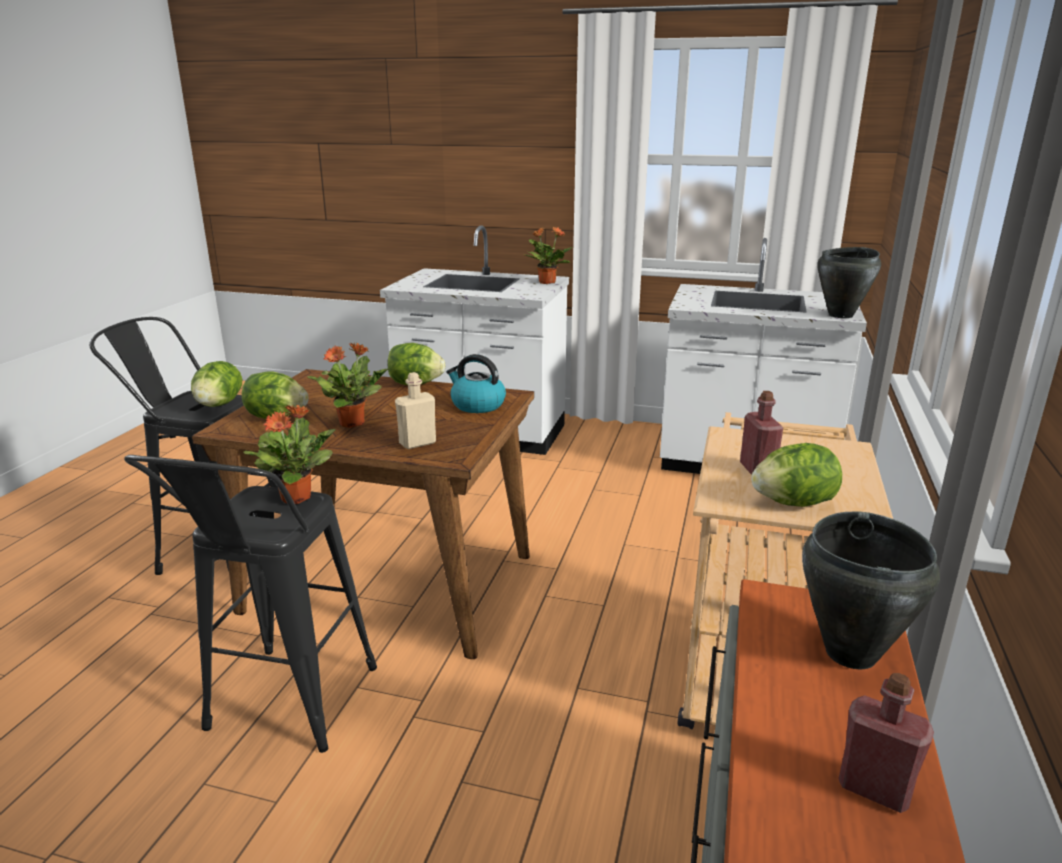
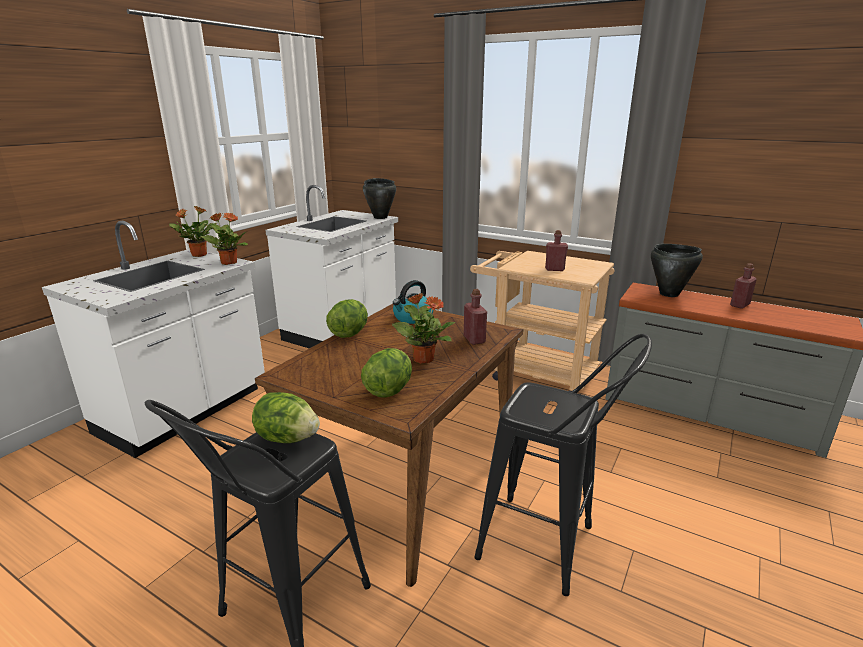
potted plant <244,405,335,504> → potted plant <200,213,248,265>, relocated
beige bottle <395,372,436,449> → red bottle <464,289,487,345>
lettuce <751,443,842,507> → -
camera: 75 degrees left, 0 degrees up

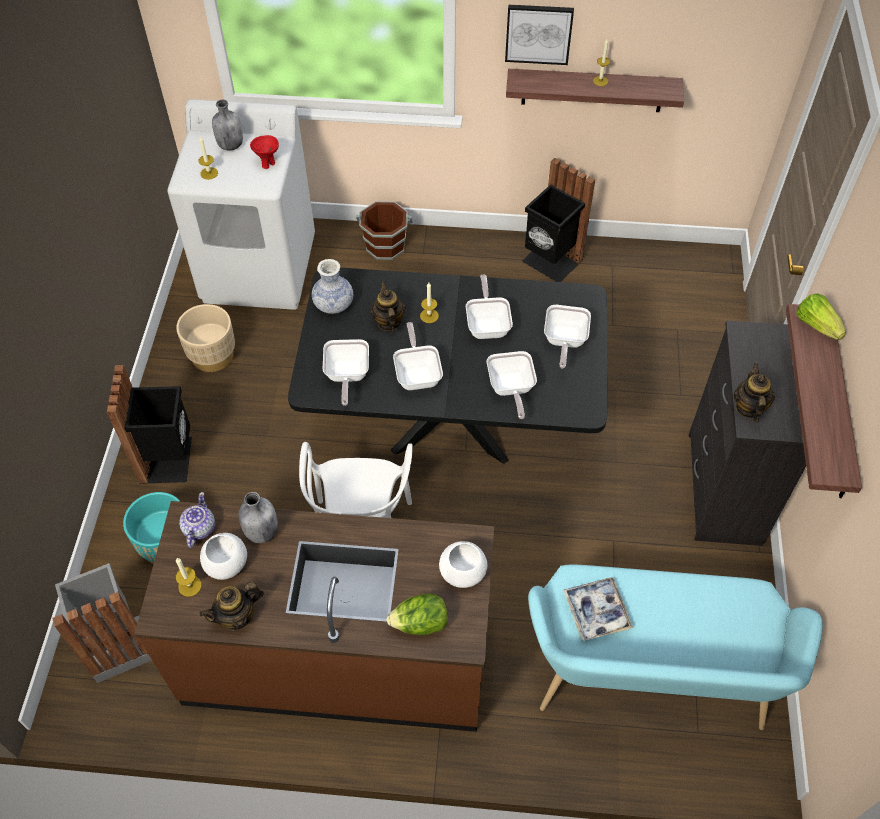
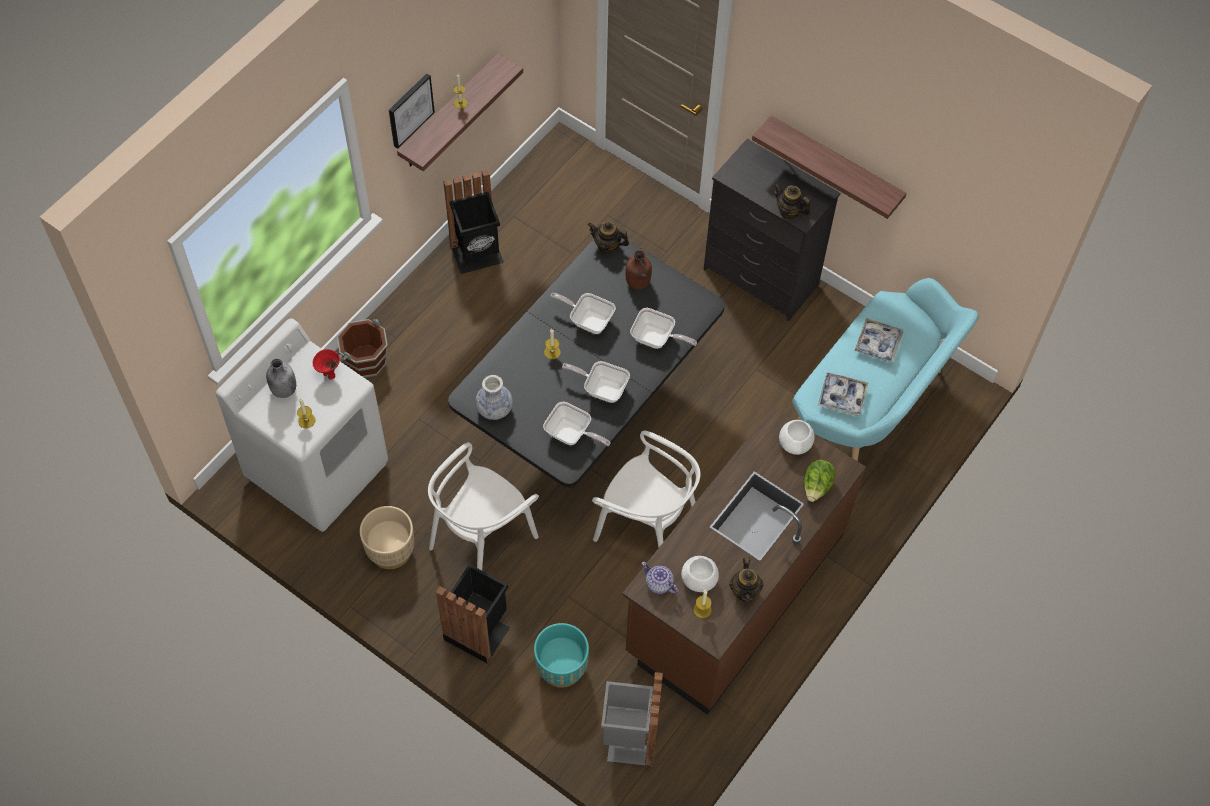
- → white chair <428,442,539,570>
teapot <370,282,406,332> → teapot <588,221,629,254>, relocated
frying pan <544,305,591,368> → brown bottle <625,250,652,289>
- → tray <854,318,903,363>
grey bottle <238,492,278,543> → -
lettuce <796,293,846,340> → -
camera: 60 degrees left, 5 degrees up

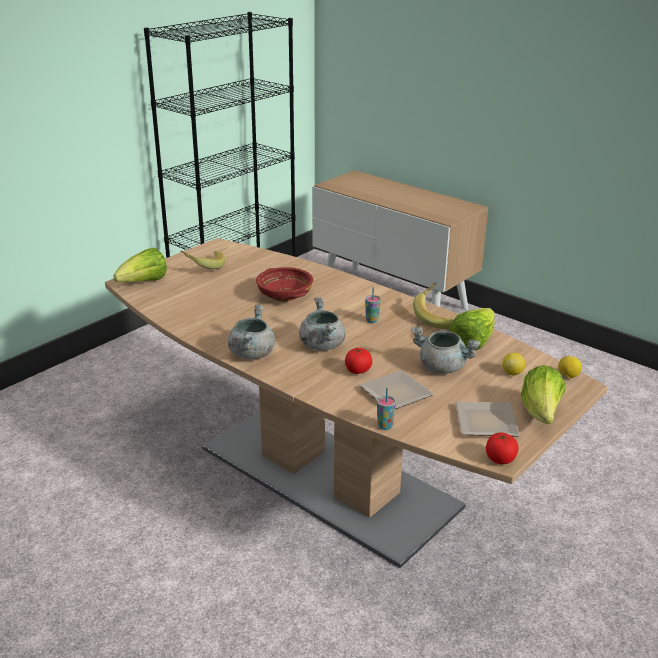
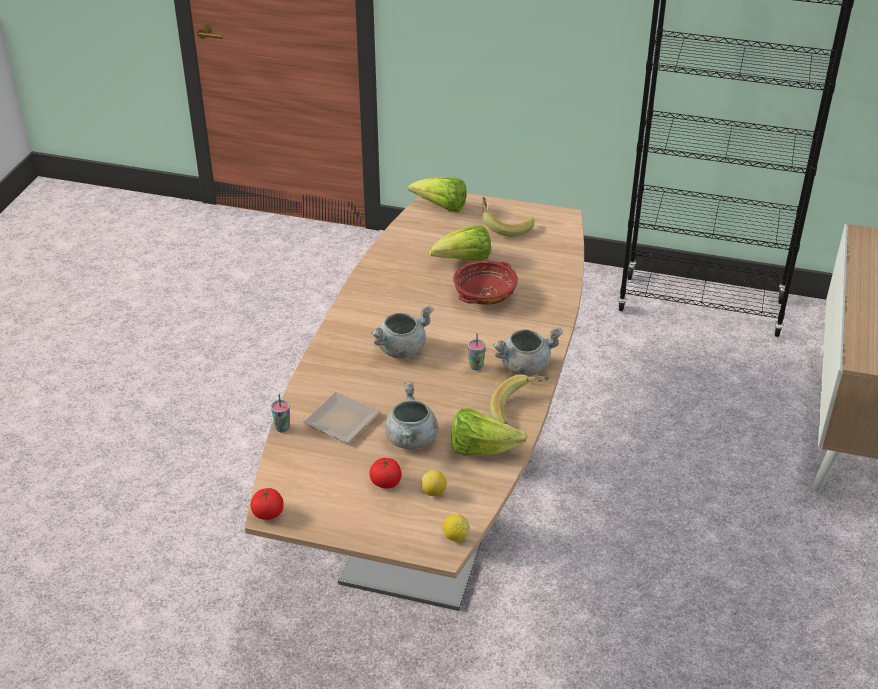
tomato <345,347,372,374> → tomato <369,458,402,489>, relocated
lettuce <521,365,565,424> → lettuce <429,225,491,261>, relocated
grey cooking pot <228,305,275,359> → grey cooking pot <493,327,563,376>, relocated
plate <456,402,520,437> → -
camera: 65 degrees right, 10 degrees up

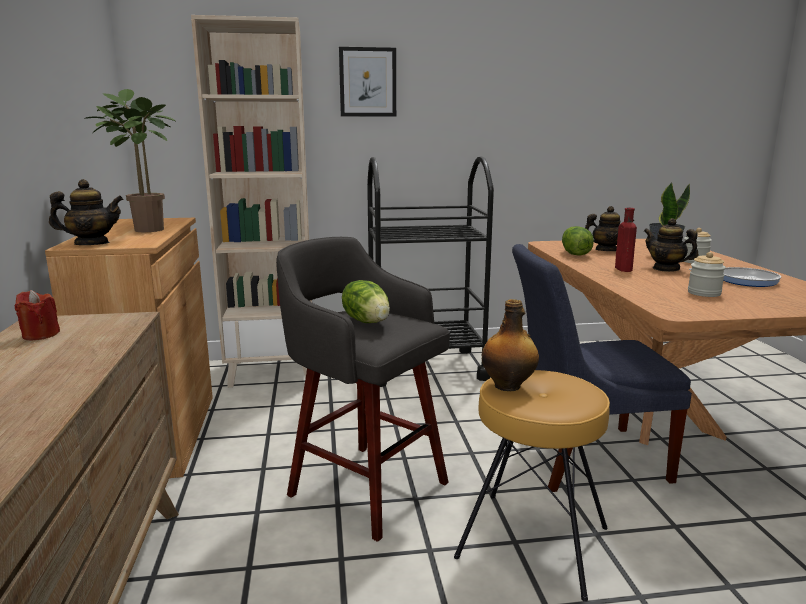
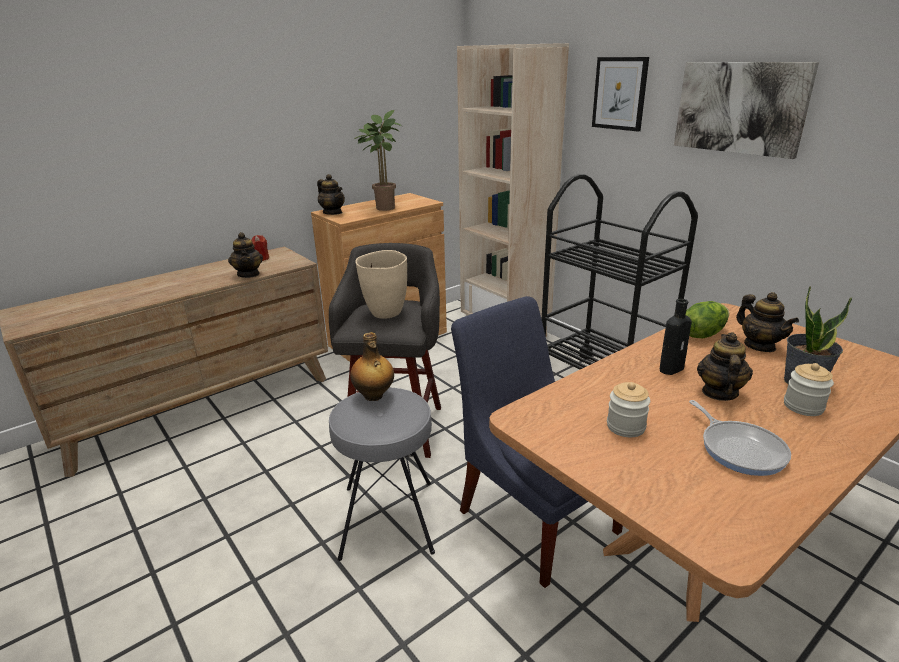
- → teapot <228,232,263,278>
brown stool <454,370,610,602> → grey stool <329,387,435,561>
lettuce <342,280,390,323> → beige vase <355,250,407,319>
red bottle <615,208,637,272> → black bottle <660,299,692,375>
- → picture <674,62,819,159>
camera: 60 degrees right, 10 degrees up

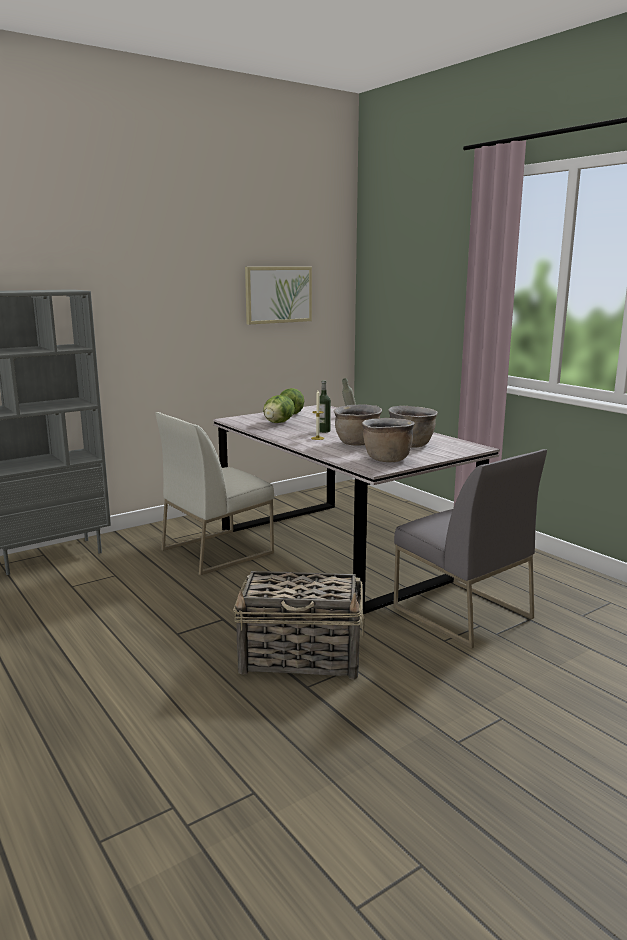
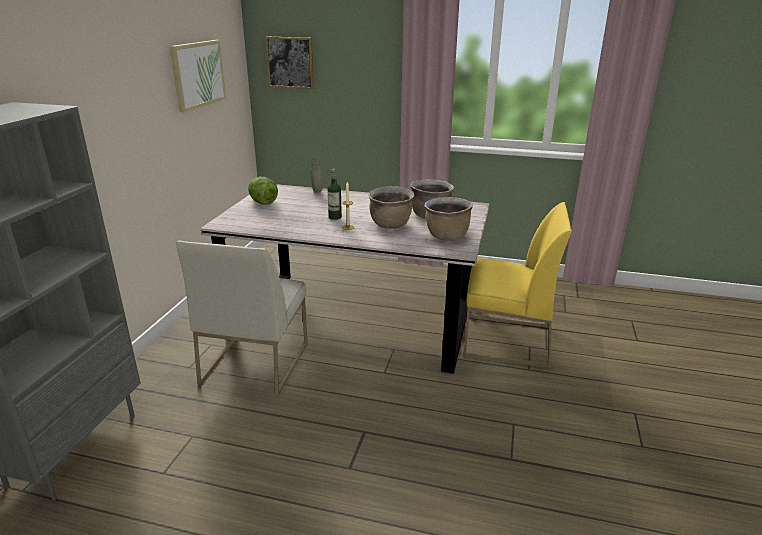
- → picture <265,37,314,89>
grey chair <393,449,547,649> → yellow chair <463,202,572,368>
basket <233,571,364,680> → -
lettuce <263,395,295,423> → -
camera: 40 degrees left, 10 degrees up

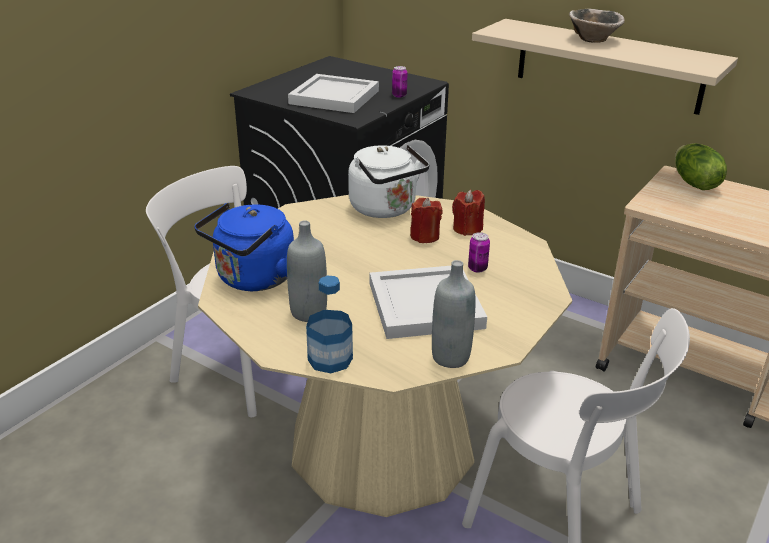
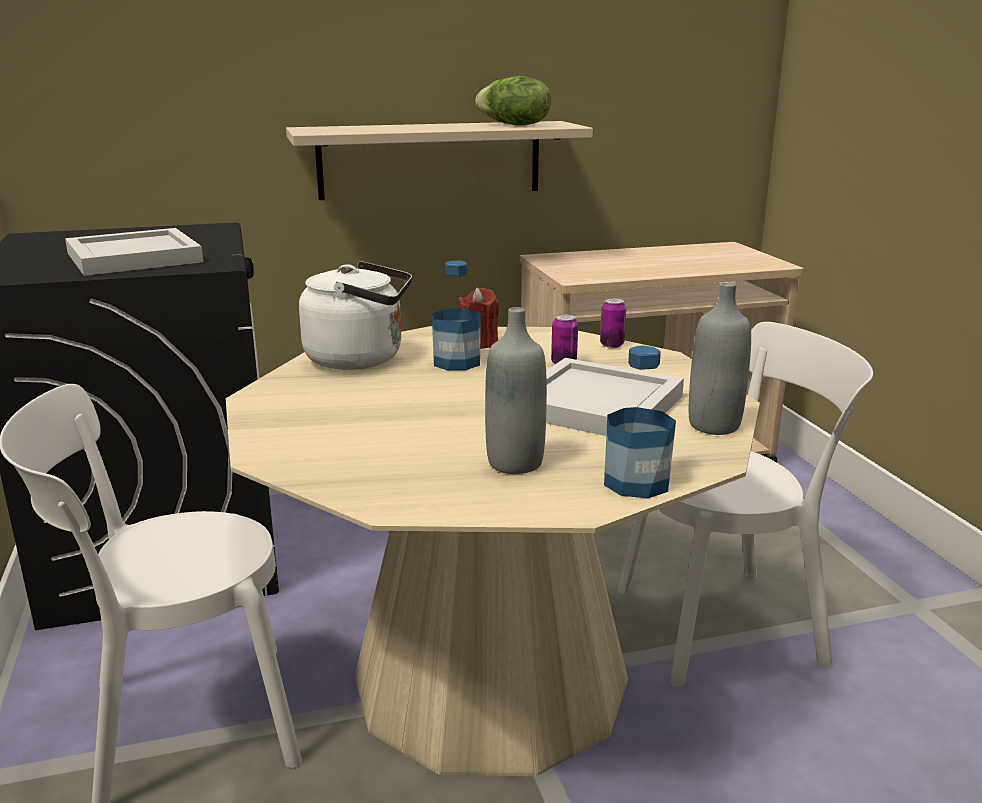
red candle <410,198,442,243> → bottle <432,260,481,370>
lettuce <675,143,727,190> → lettuce <475,76,551,125>, relocated
can <392,66,408,98> → can <600,298,626,348>, relocated
blue kettle <194,203,294,291> → -
bowl <569,9,625,43> → -
camera: 50 degrees left, 10 degrees down

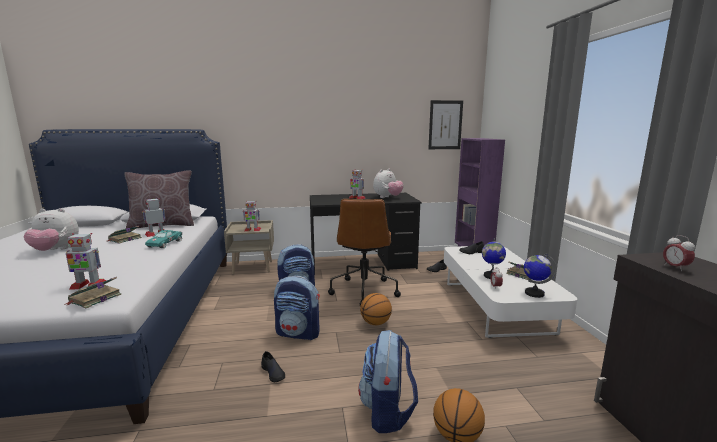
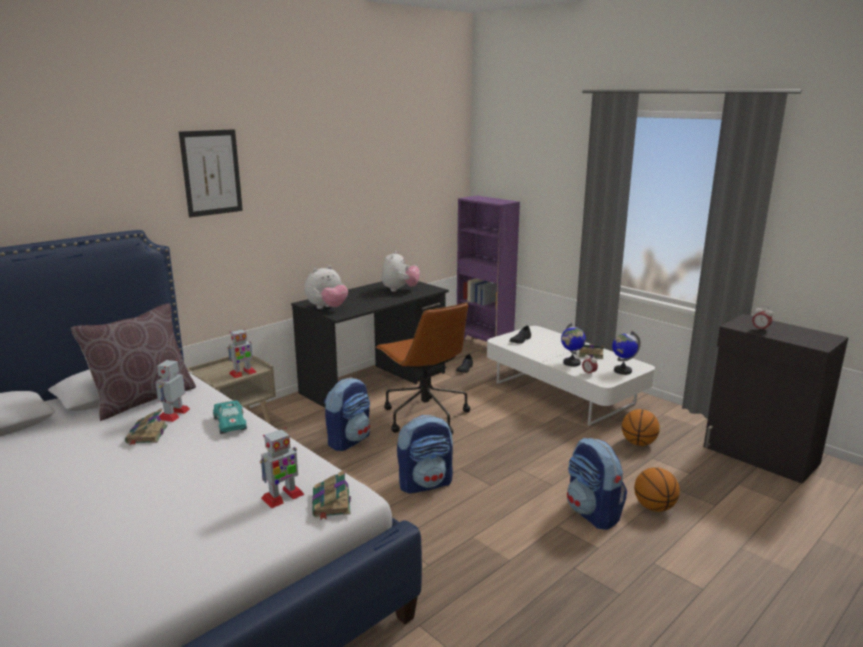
picture <428,100,463,149> → picture <179,129,243,218>, relocated
plush toy <24,208,79,251> → plush toy <305,265,348,309>, relocated
basketball <360,293,392,325> → basketball <622,409,660,446>, relocated
black shoe <261,351,285,382> → -
toy robot <349,169,365,199> → -
camera: 35 degrees left, 5 degrees up

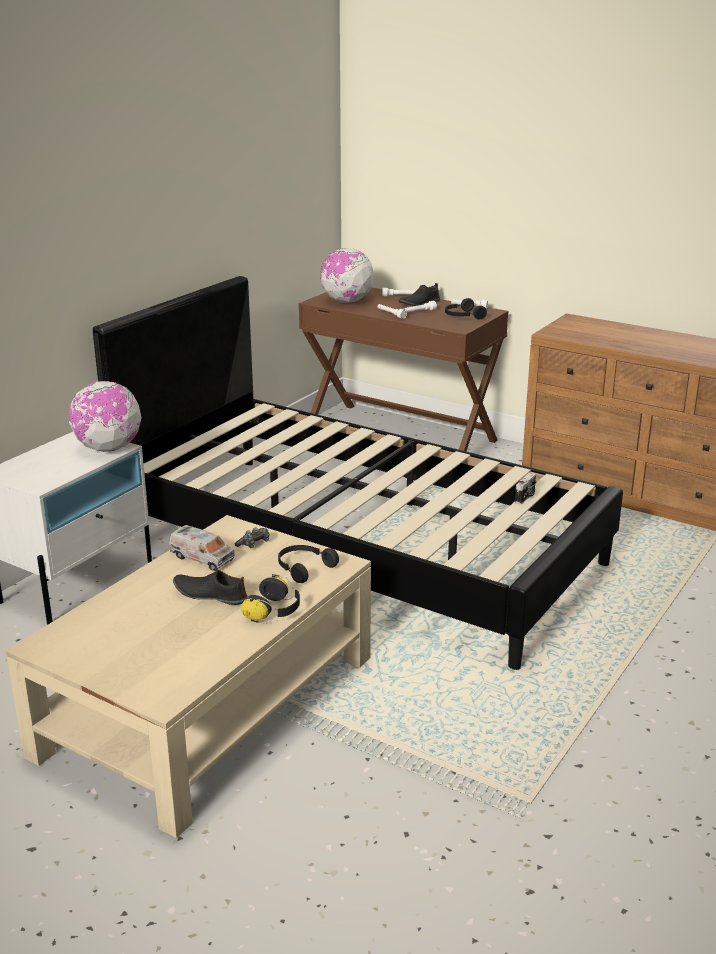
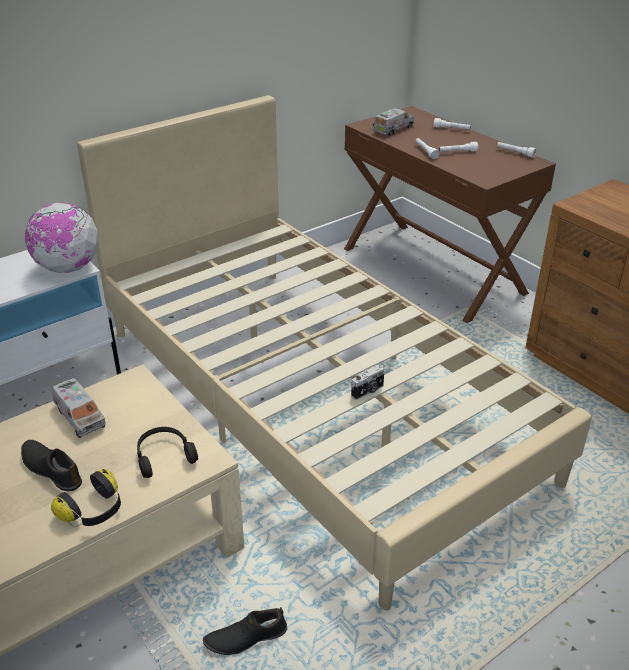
black bed <93,276,623,670> → beige bed <77,95,592,610>
black shoe <399,283,440,306> → black shoe <203,607,287,655>, relocated
photo camera <515,472,536,504> → photo camera <351,365,384,400>, relocated
globe <320,248,374,303> → toy truck <372,109,414,136>
game controller <235,528,269,548> → -
black headphones <445,298,487,319> → -
camera: 20 degrees right, 10 degrees up

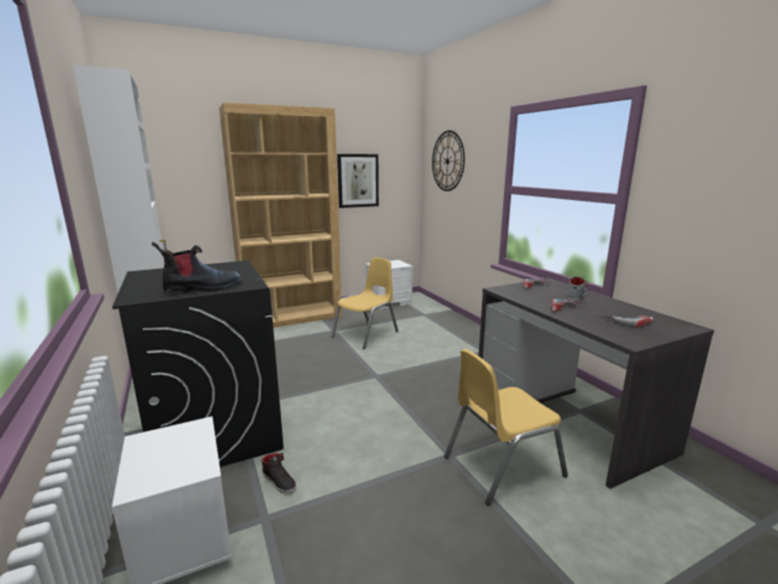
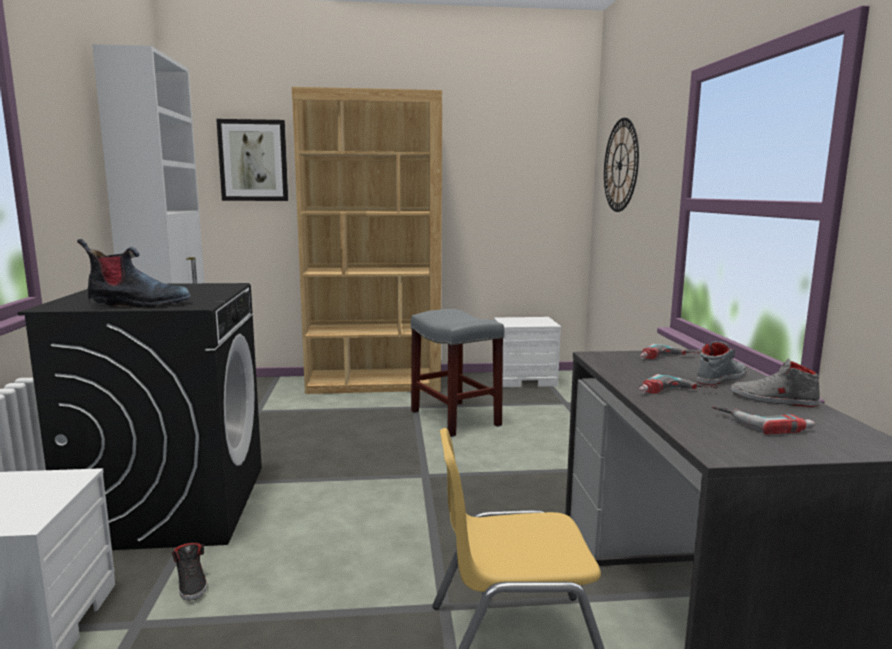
picture <337,154,379,208> → picture <216,119,288,201>, relocated
yellow chair <331,258,398,349> → grey stool <410,309,504,437>
- → grey shoe <731,358,820,407>
camera: 20 degrees right, 5 degrees down

